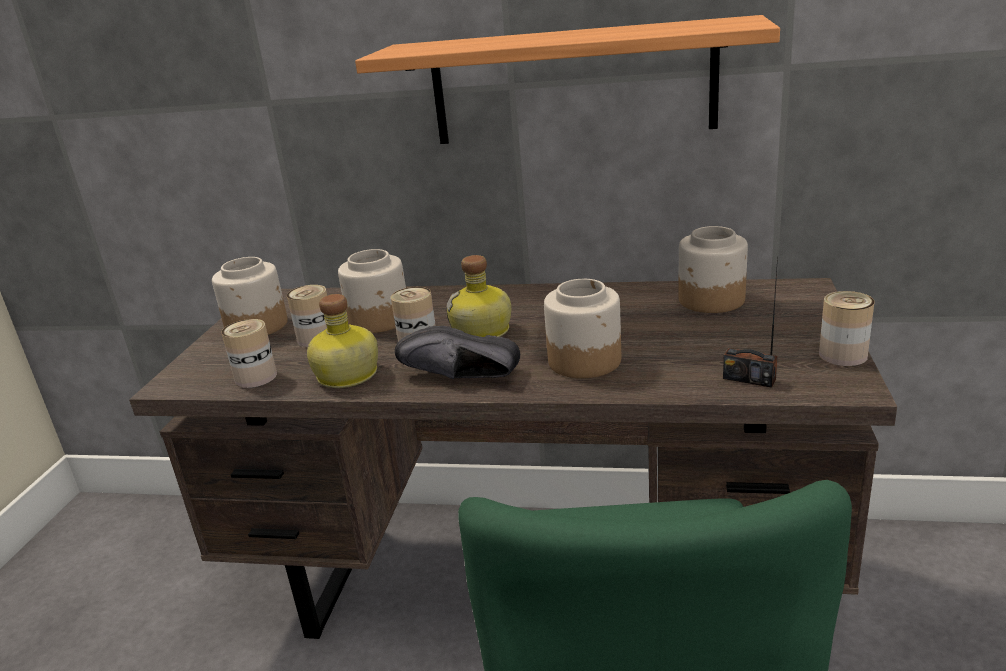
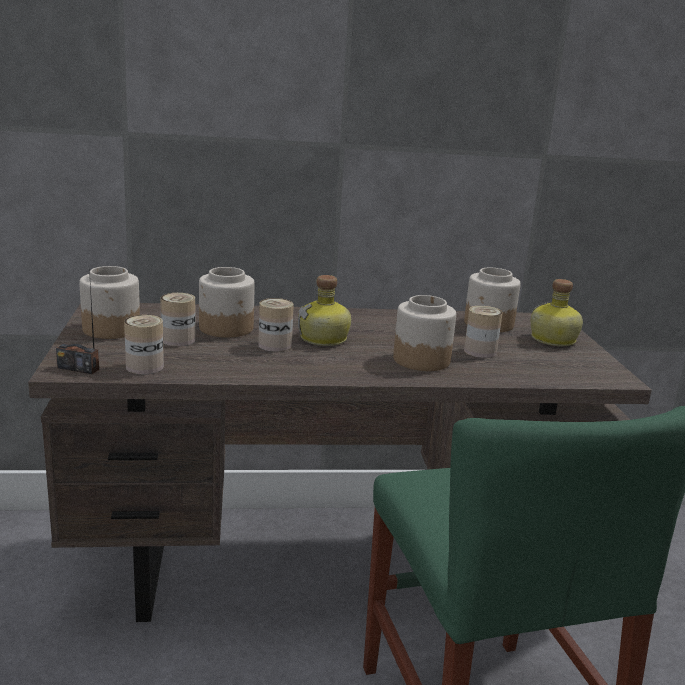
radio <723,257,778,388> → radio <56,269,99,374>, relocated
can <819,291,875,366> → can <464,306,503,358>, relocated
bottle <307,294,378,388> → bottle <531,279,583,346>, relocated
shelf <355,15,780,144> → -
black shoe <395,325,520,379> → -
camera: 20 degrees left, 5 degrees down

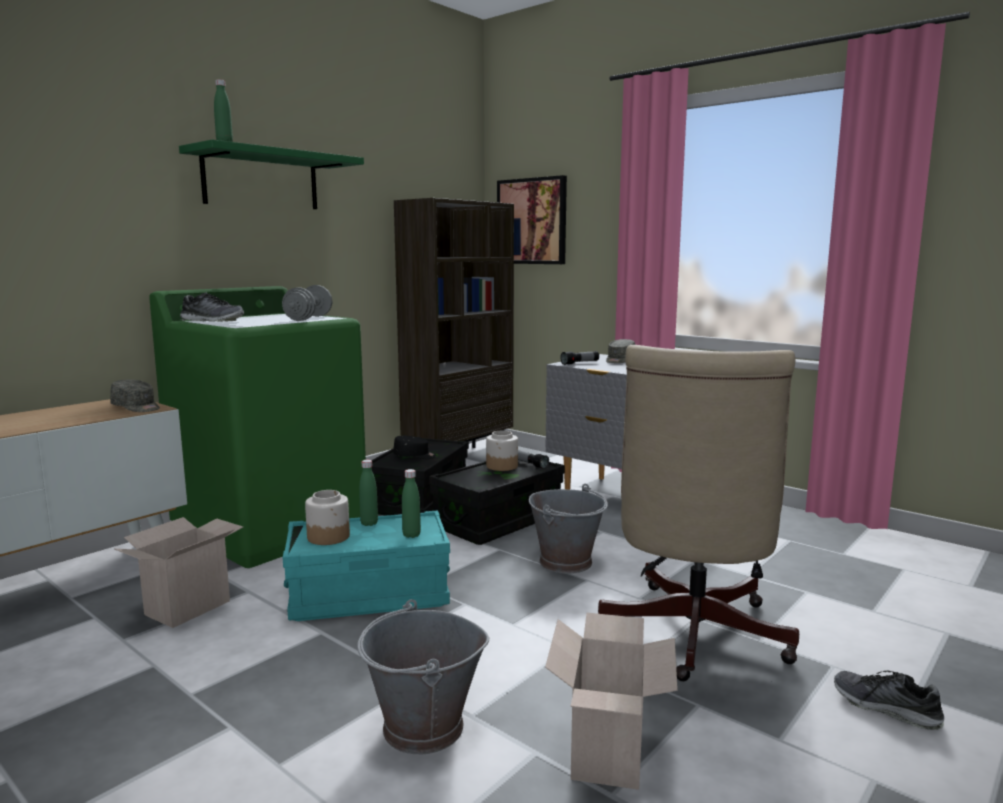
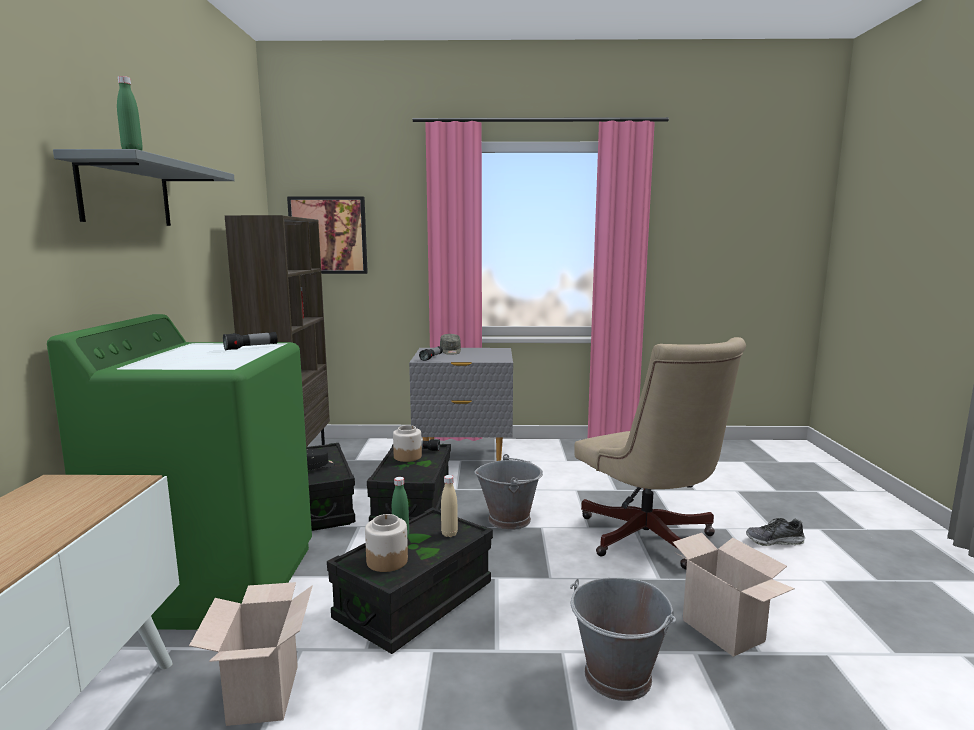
green shelf <179,140,364,209> → grey shelf <53,149,235,226>
grey dumbbell <282,285,333,321> → flashlight <223,332,278,351>
turquoise storage box <283,510,450,621> → black storage box <327,507,493,654>
green bottle <402,469,421,538> → beige bottle <441,475,458,537>
grey cap <110,379,160,412> → -
shoe <180,293,244,322> → -
camera: 40 degrees left, 0 degrees up

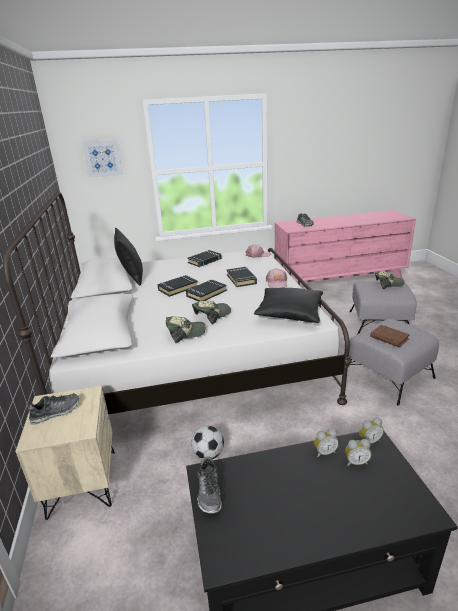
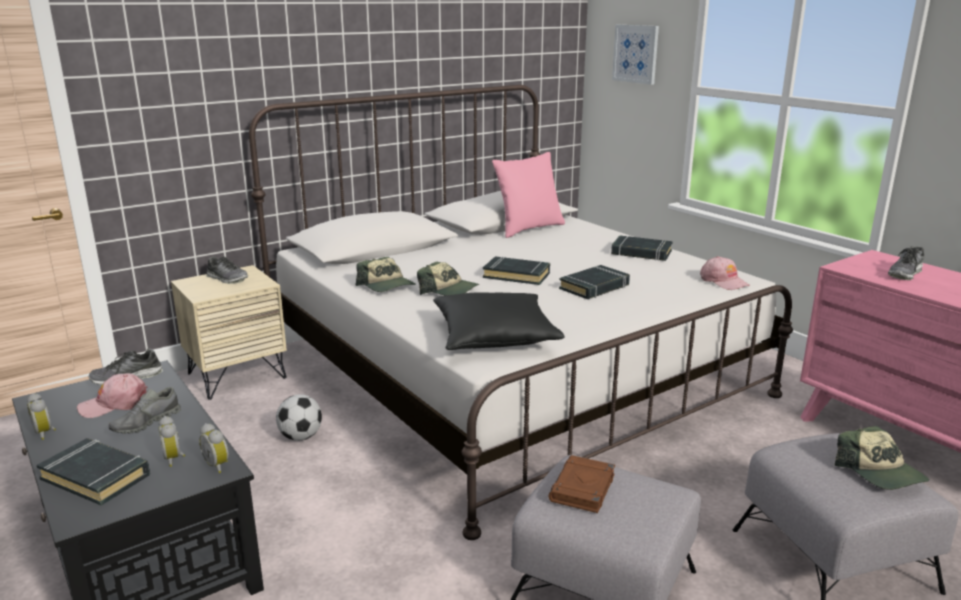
alarm clock <314,428,339,457> → alarm clock <27,393,56,440>, relocated
black book <157,275,198,297> → black book <37,438,150,505>, relocated
pink cap <266,268,287,288> → pink cap <77,373,147,418>, relocated
- → grey shoe <109,387,181,434>
black pillow <114,228,143,285> → pink pillow <492,152,565,238>
camera: 65 degrees right, 5 degrees down

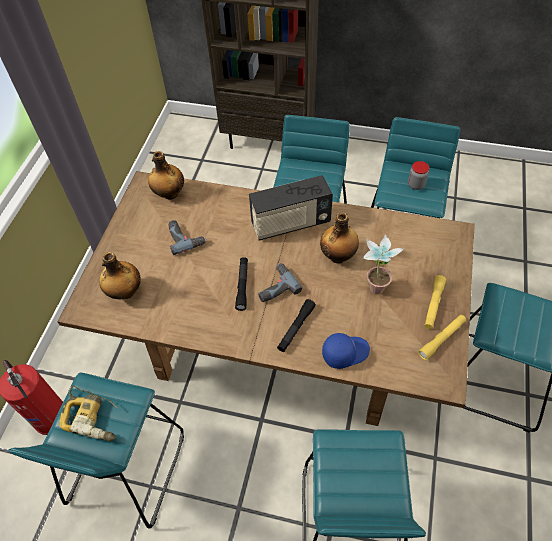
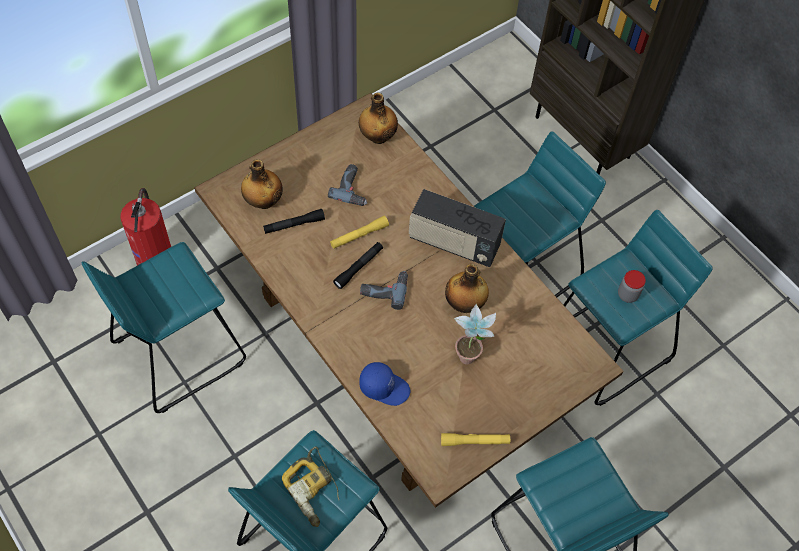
black flashlight <277,299,316,352> → black flashlight <263,209,325,234>, relocated
power drill <59,385,118,441> → power drill <282,447,339,527>, relocated
yellow flashlight <424,275,446,329> → yellow flashlight <330,216,389,249>, relocated
camera: 35 degrees right, 5 degrees up

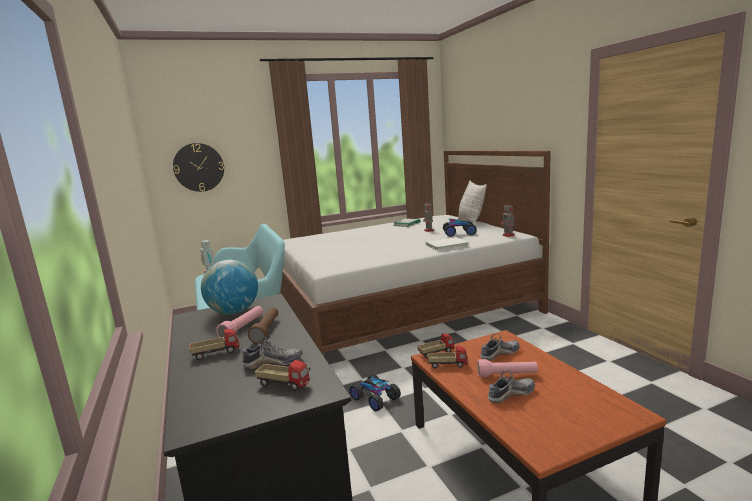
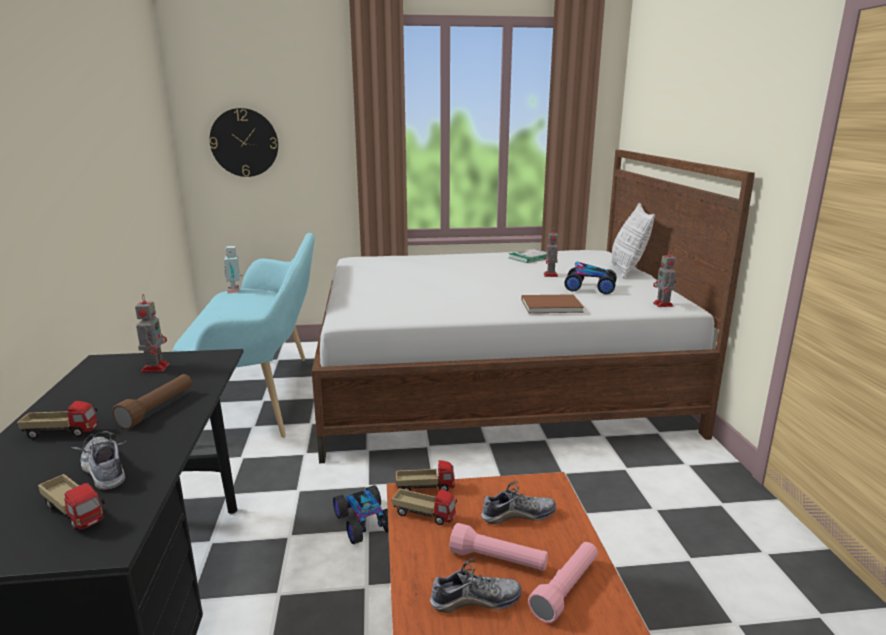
shoe <242,336,303,369> → shoe <72,431,126,490>, 135 degrees counterclockwise
globe <201,259,258,314> → toy robot <135,294,169,372>
white book <425,237,468,251> → brown book <522,294,584,313>
pink flashlight <216,306,263,340> → pink flashlight <528,542,598,623>, relocated
camera: 15 degrees right, 5 degrees up

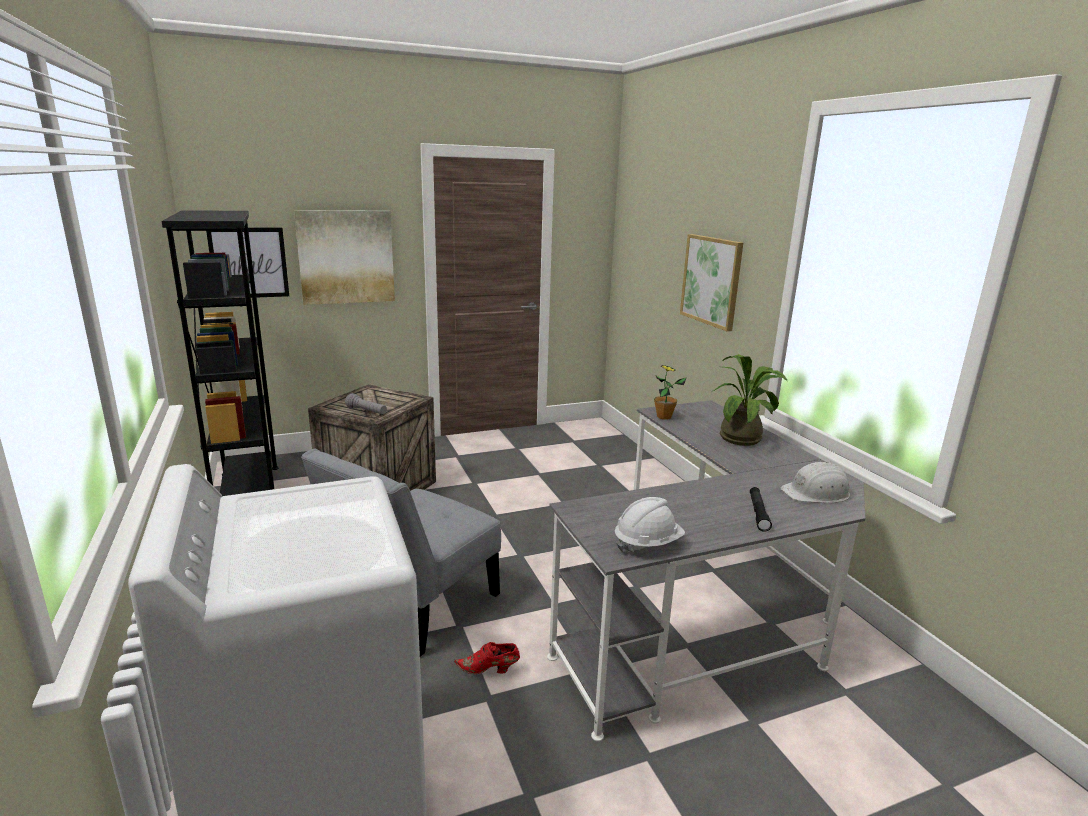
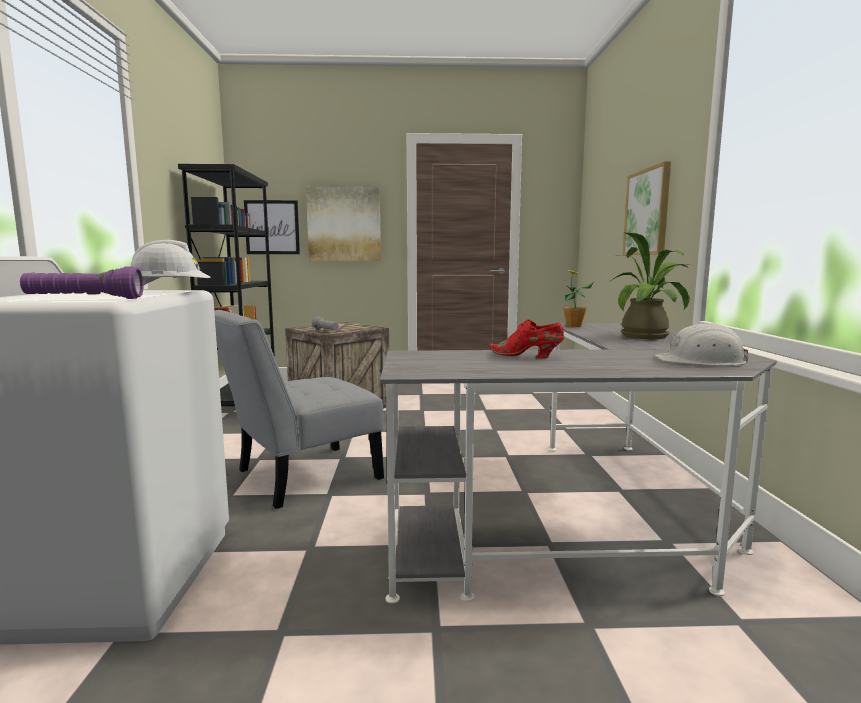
- → purple flashlight <20,266,144,299>
white hard hat <615,497,685,552> → white hard hat <131,240,211,286>, relocated
red shoe <454,642,520,674> → red shoe <488,319,564,358>, relocated
black flashlight <750,487,772,532> → -
camera: 20 degrees right, 10 degrees down

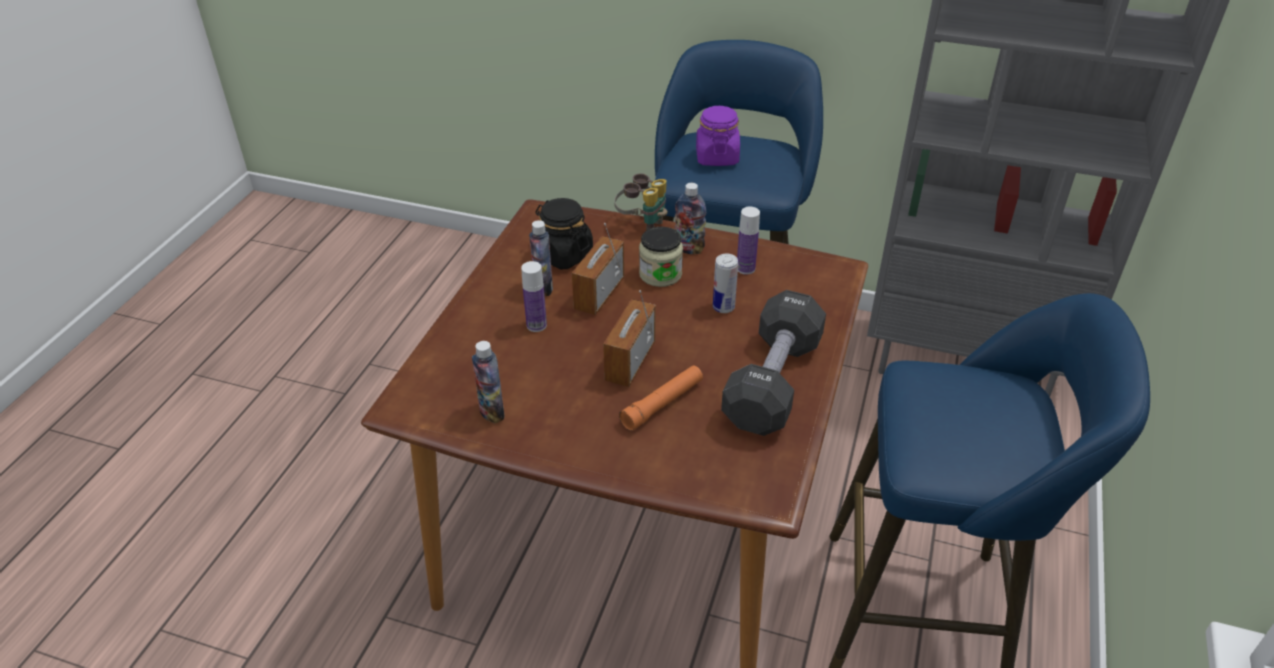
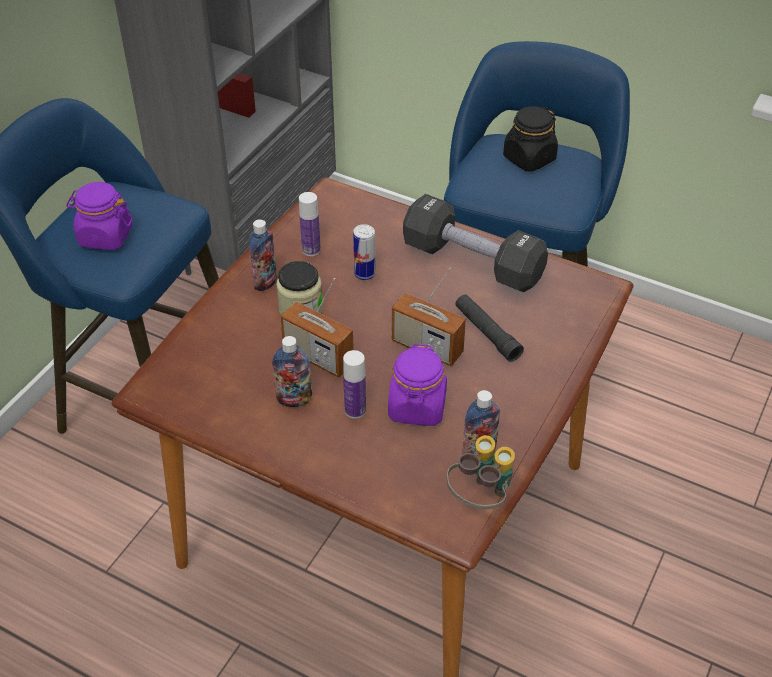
- → purple jar <388,344,447,426>
binoculars <614,173,668,230> → binoculars <447,435,515,510>, relocated
orange flashlight <619,365,703,431> → black flashlight <455,294,524,362>
black jar <536,198,593,269> → black jar <503,106,558,172>, relocated
camera: 80 degrees left, 5 degrees up

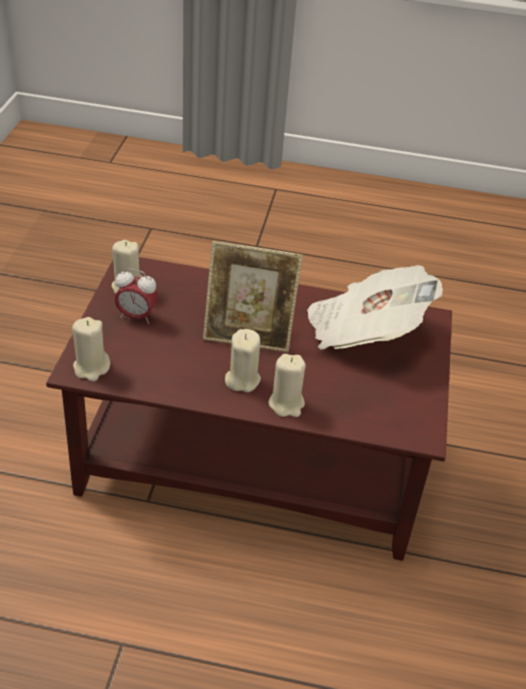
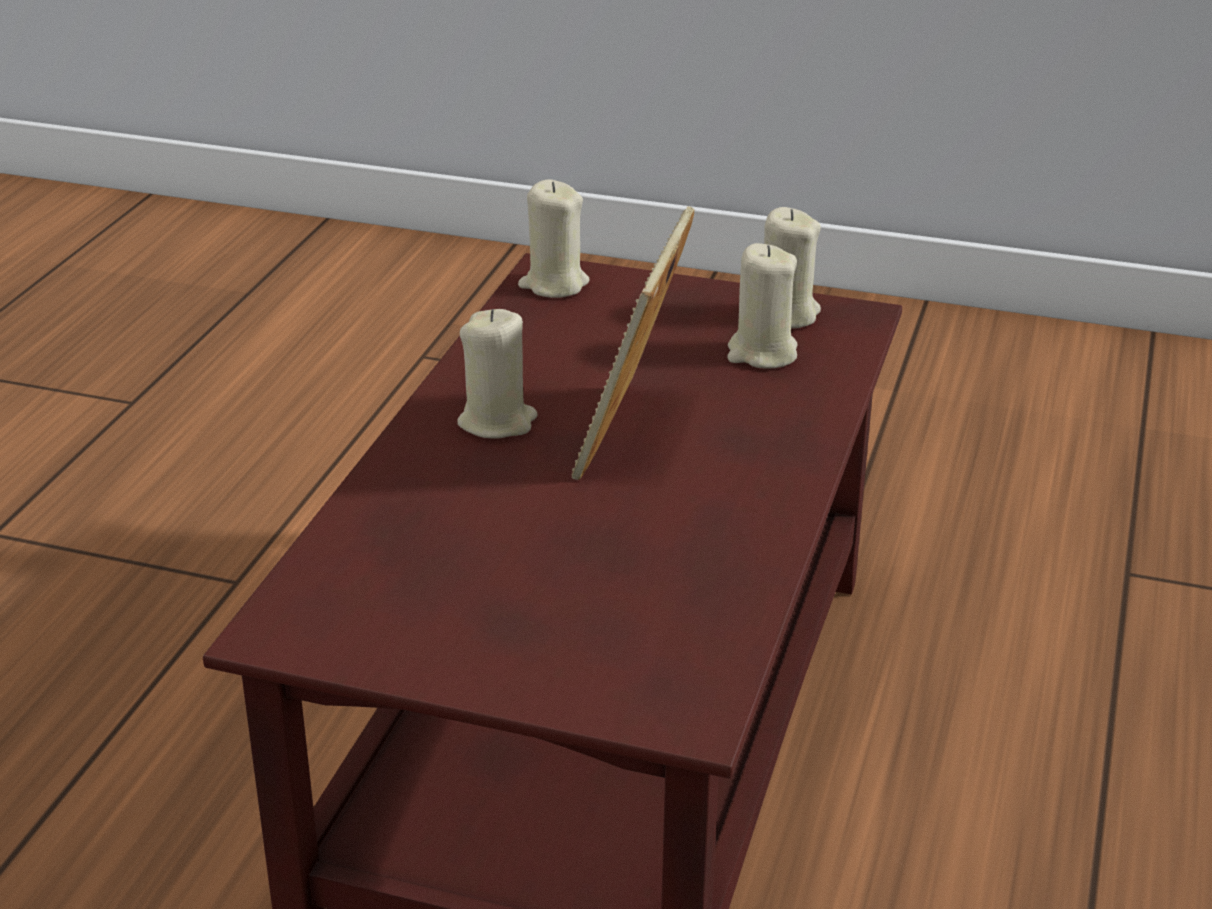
beige candle <268,354,306,417> → beige candle <727,243,798,369>, relocated
alarm clock <114,269,158,324> → -
newspaper <307,265,443,350> → -
camera: 100 degrees right, 10 degrees down

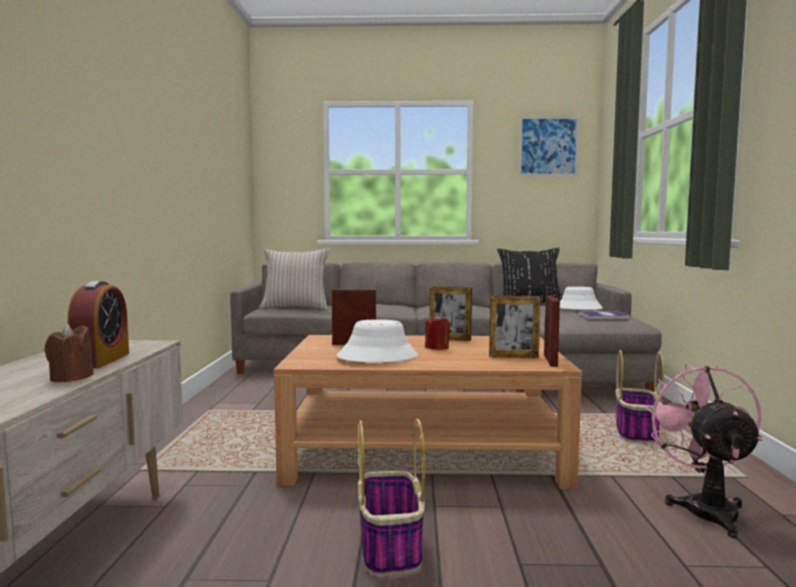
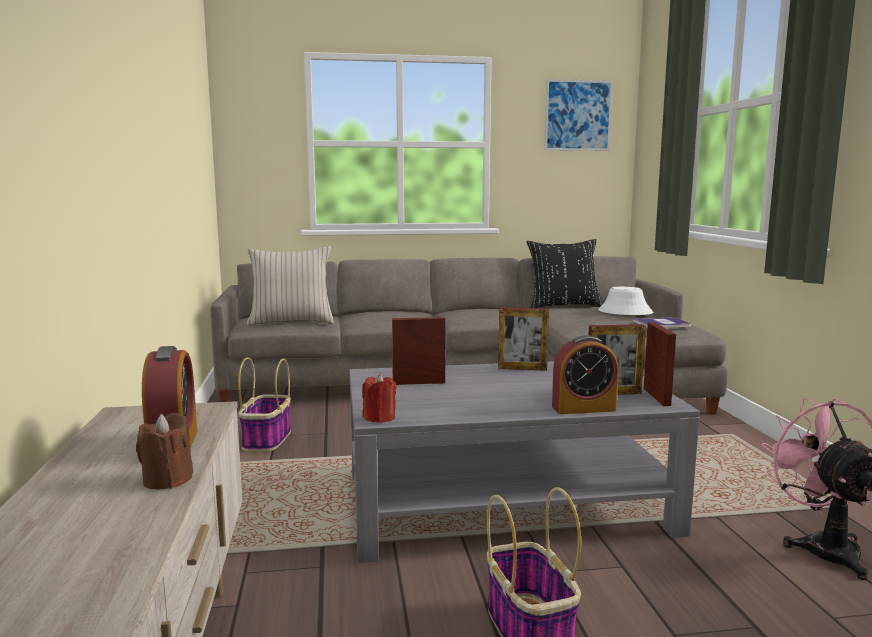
basket <615,350,664,443> → basket <238,357,291,452>, relocated
brown coffee table <274,335,582,489> → grey coffee table <350,361,700,563>
red candle <425,315,450,350> → red candle <362,373,397,423>, relocated
- → alarm clock <552,335,619,414>
white hat <337,319,418,363> → -
camera: 10 degrees left, 5 degrees up

